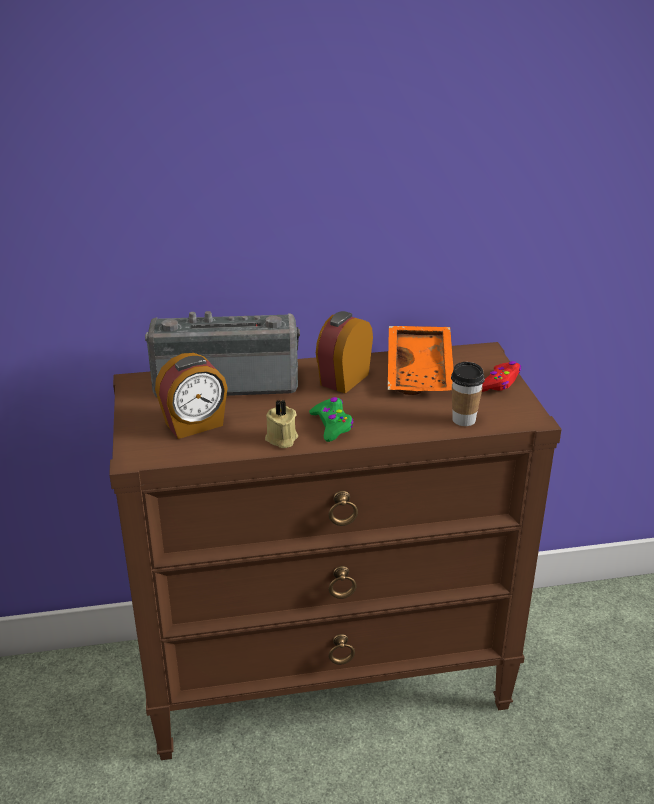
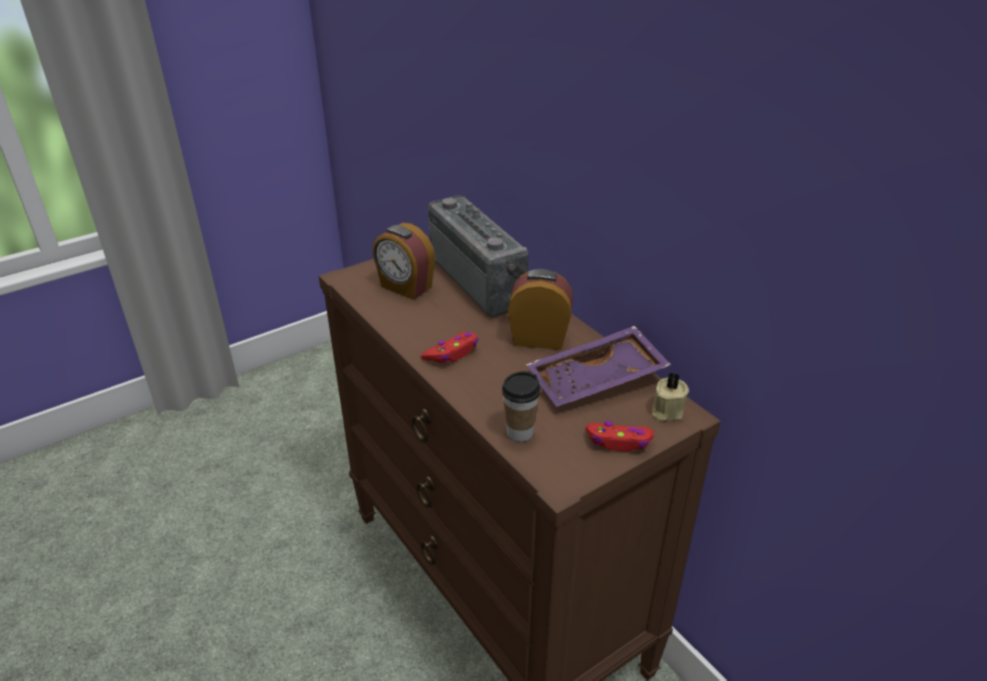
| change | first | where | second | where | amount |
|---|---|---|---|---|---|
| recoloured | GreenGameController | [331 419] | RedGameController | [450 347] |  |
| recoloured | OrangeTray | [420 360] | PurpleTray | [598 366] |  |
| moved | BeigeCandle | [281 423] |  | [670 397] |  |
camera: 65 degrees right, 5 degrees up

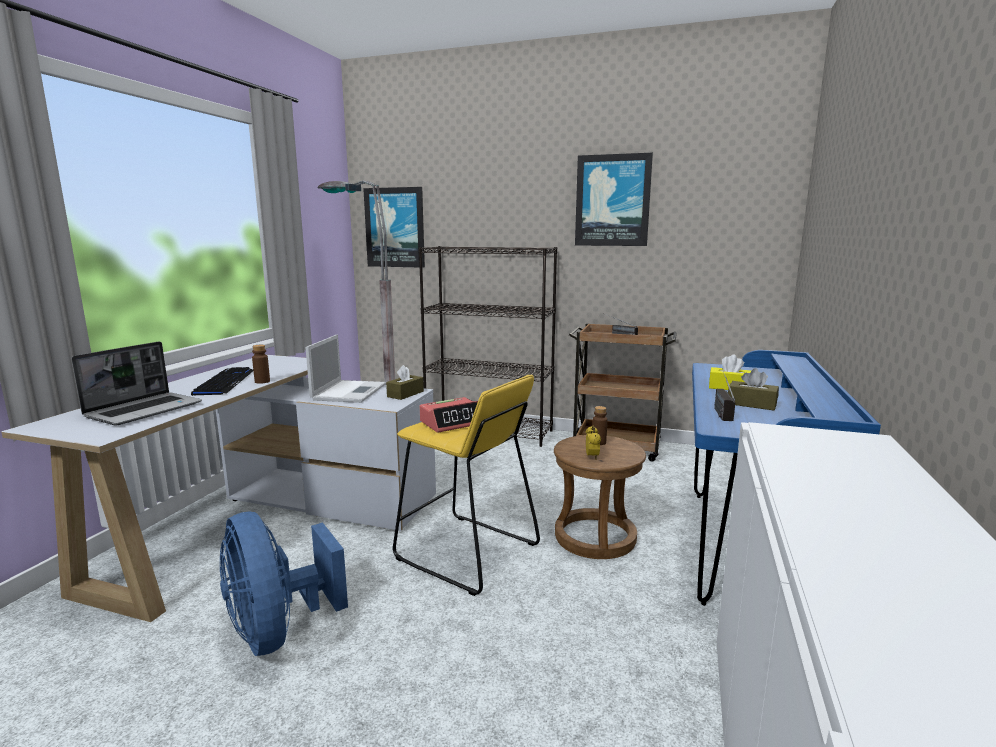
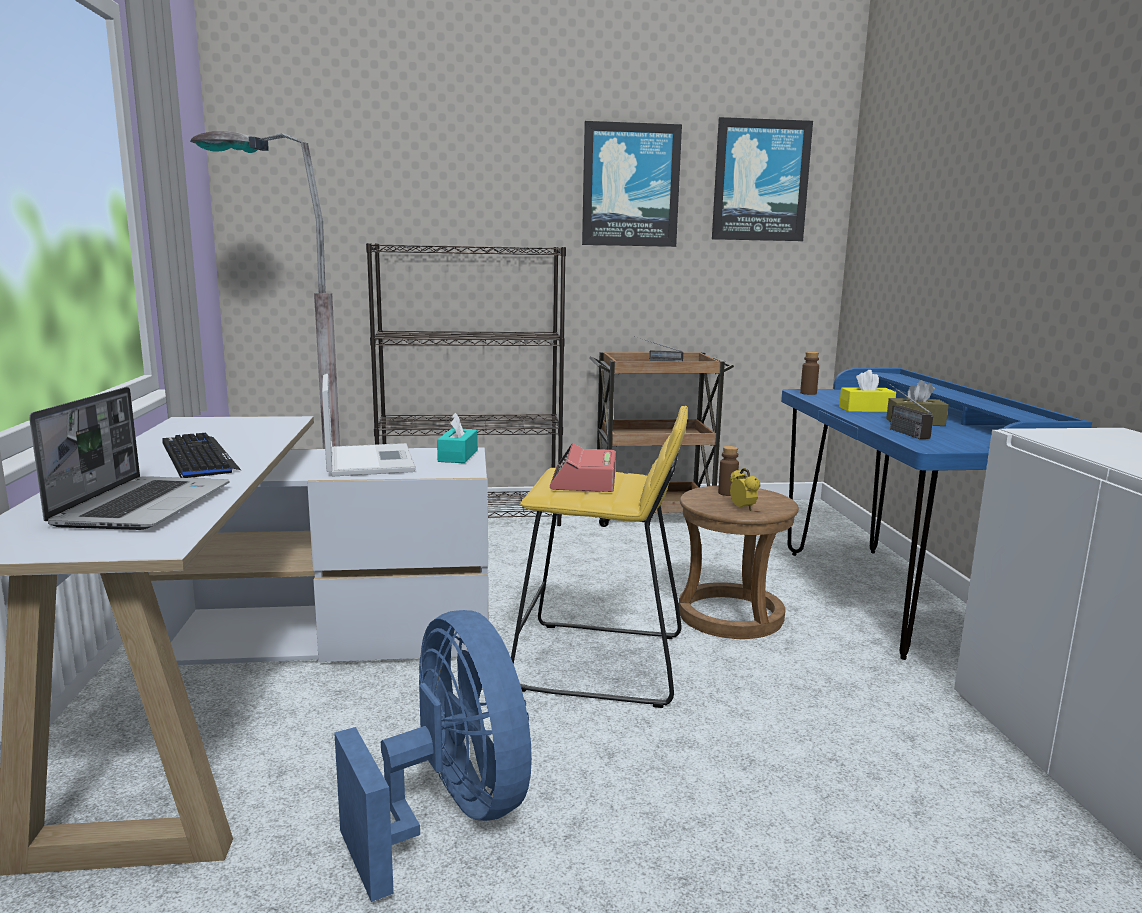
| change | first | where | second | where | amount |
|---|---|---|---|---|---|
| turned | BlueFan | [284 584] |  | [433 756] | 150 degrees counterclockwise |
| recoloured | BrownTissueBox | [405 382] | TurquoiseTissueBox | [457 437] |  |
| turned | AlarmClock | [449 415] |  | [583 467] | 150 degrees clockwise |
| moved | Picture | [394 227] |  | [762 179] |  |
| moved | BrownBottle | [261 364] |  | [809 373] |  |
camera: 25 degrees left, 0 degrees up

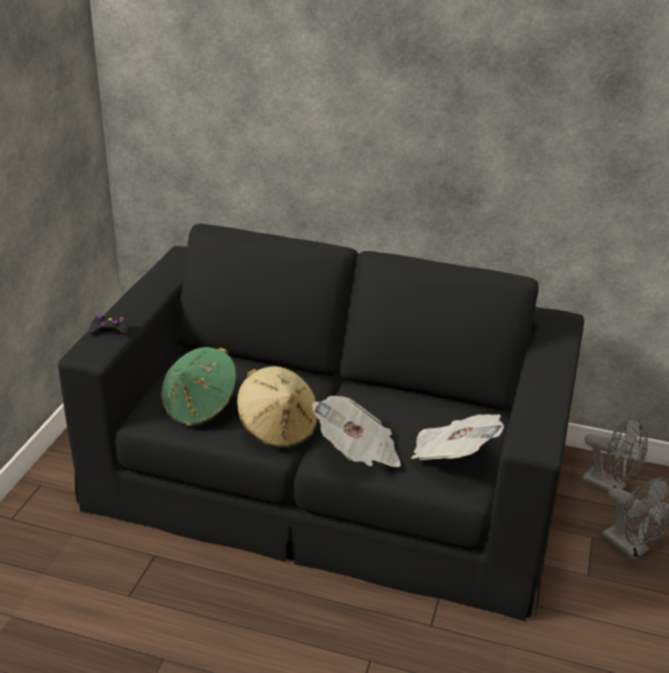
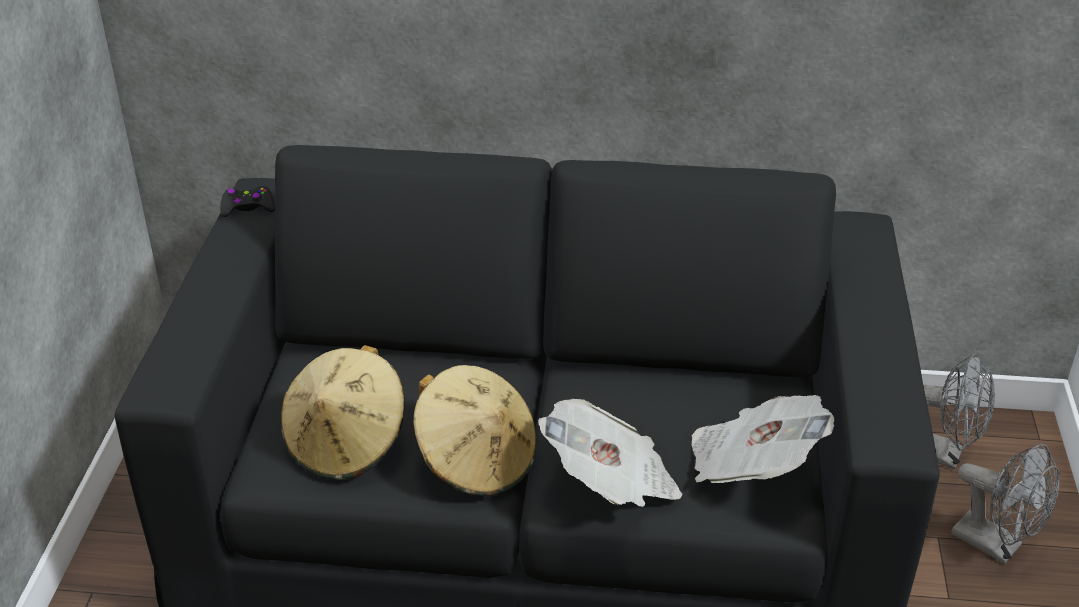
| change | first | where | second | where | amount |
|---|---|---|---|---|---|
| moved | BlackGameController | [108 325] |  | [247 201] |  |
| recoloured | GreenHat | [199 387] | BeigeHat | [343 412] |  |
camera: 10 degrees left, 5 degrees up

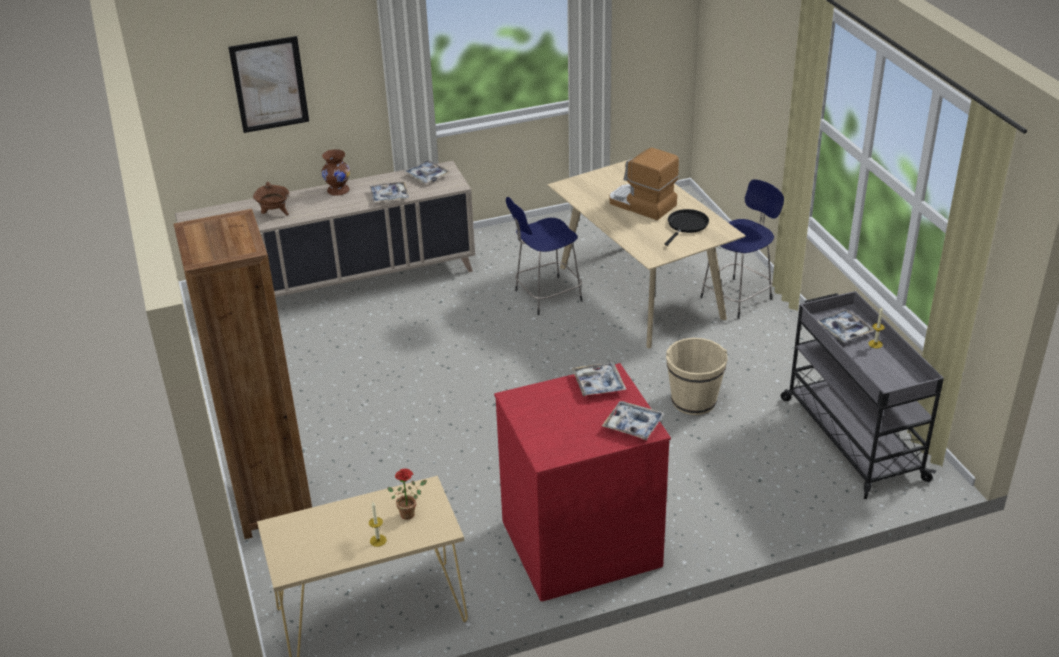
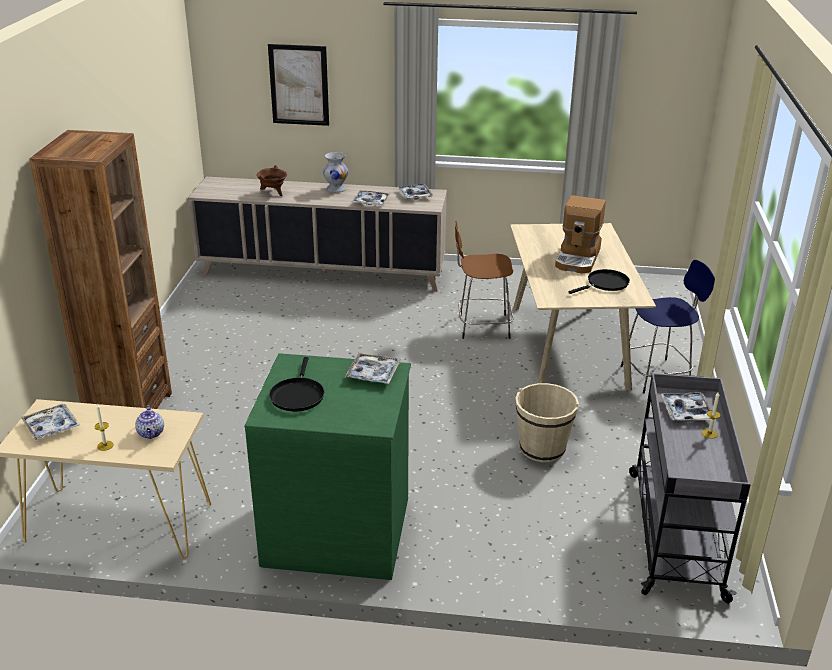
| change | first | where | second | where | amount |
|---|---|---|---|---|---|
| moved | Tray | [633 420] |  | [50 422] |  |
| replaced | PottedPlant | [407 494] | Teapot | [149 422] |  |
| recoloured | RedDresser | [582 482] | GreenDresser | [327 466] |  |
| added |  |  | BlackFryingPan | [296 384] |  |
| recoloured | BrownVase | [335 172] | WhiteVase | [335 172] |  |
| recoloured | BlueStool | [544 256] | BrownStool | [484 280] |  |
| turned | CoffeeMachine | [644 183] |  | [580 234] | 135 degrees counterclockwise |
camera: 25 degrees right, 5 degrees down

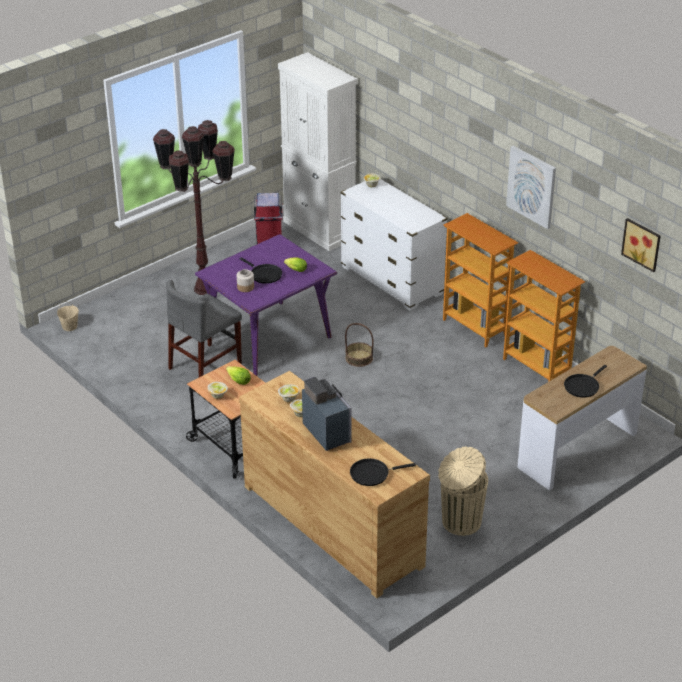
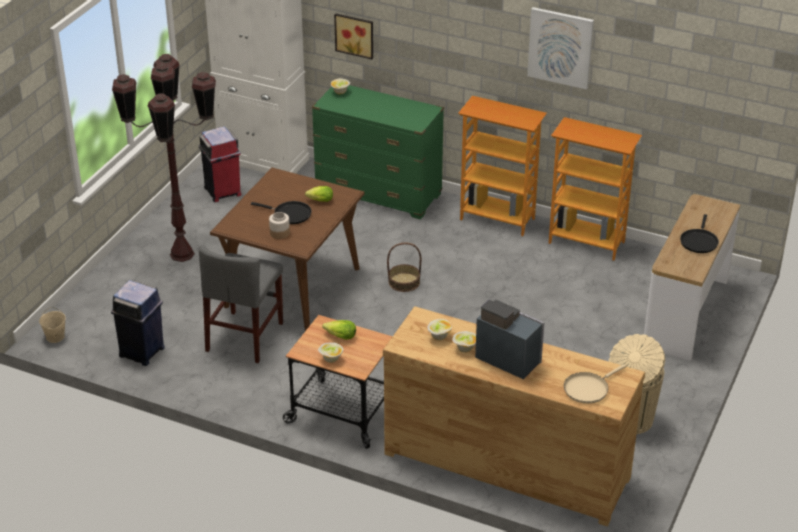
| change | first | where | second | where | amount |
|---|---|---|---|---|---|
| added |  |  | BlueTrashCan | [138 323] |  |
| recoloured | PurpleDiningTable | [266 305] | BrownDiningTable | [287 249] |  |
| recoloured | WhiteDresser | [394 245] | GreenDresser | [378 152] |  |
| moved | Picture | [640 245] |  | [353 36] |  |
| recoloured | BlackFryingPan | [383 472] | BeigeFryingPan | [595 384] |  |
camera: 25 degrees left, 0 degrees up

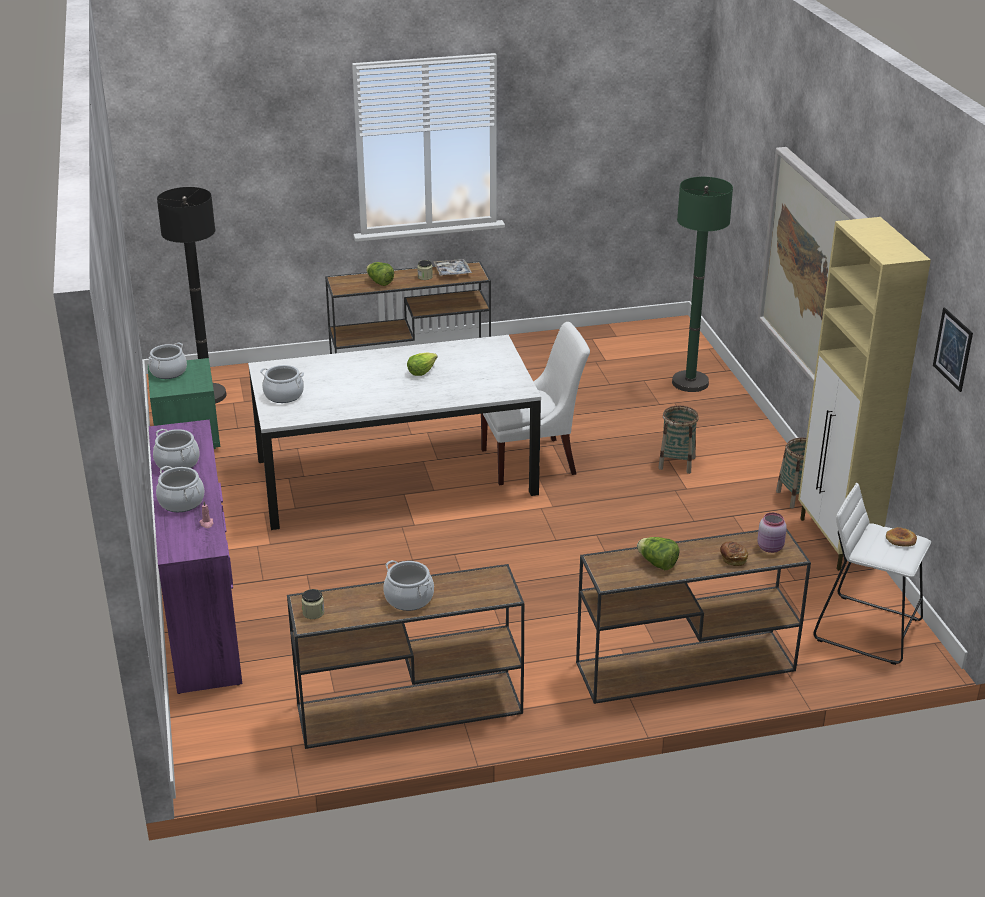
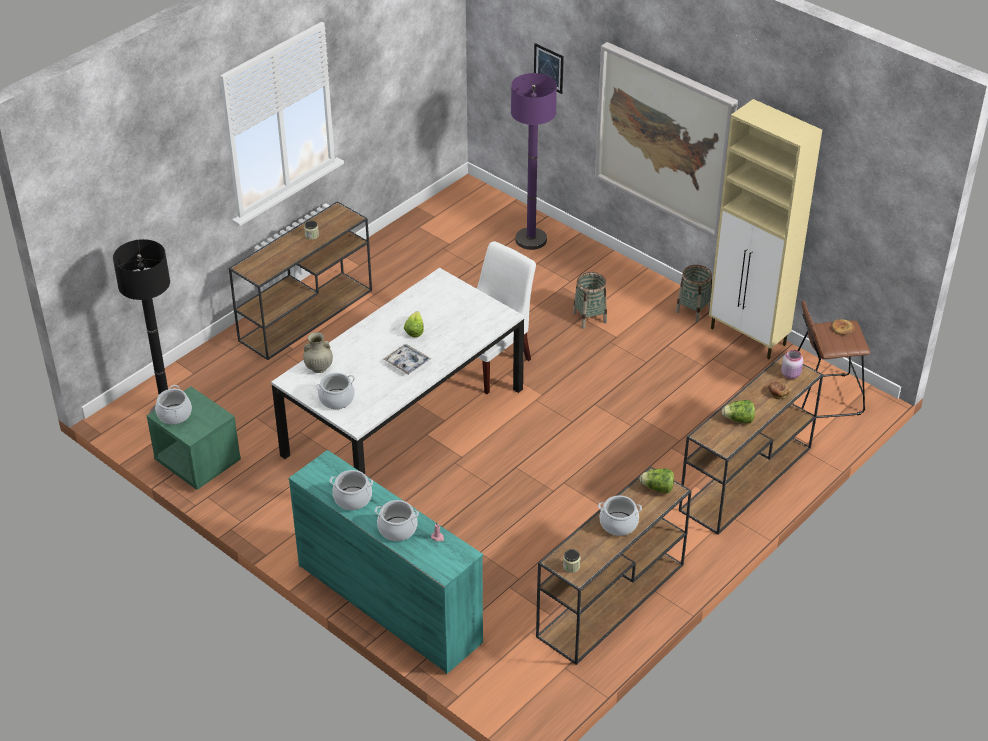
| change | first | where | second | where | amount |
|---|---|---|---|---|---|
| recoloured | PurpleDresser | [195 556] | TurquoiseDresser | [386 562] |  |
| added |  |  | BeigeVase | [318 352] |  |
| moved | Tray | [453 267] |  | [407 359] |  |
| recoloured | GreenFloorLamp | [702 284] | PurpleFloorLamp | [534 161] |  |
| moved | Picture | [953 350] |  | [549 68] |  |
| moved | Lettuce | [380 274] |  | [657 481] |  |
| recoloured | WhiteStool | [872 574] | BrownStool | [833 359] |  |
camera: 35 degrees left, 10 degrees up

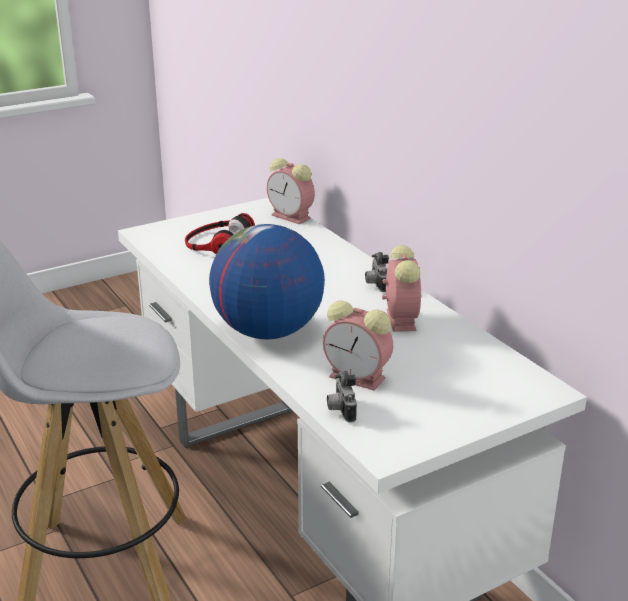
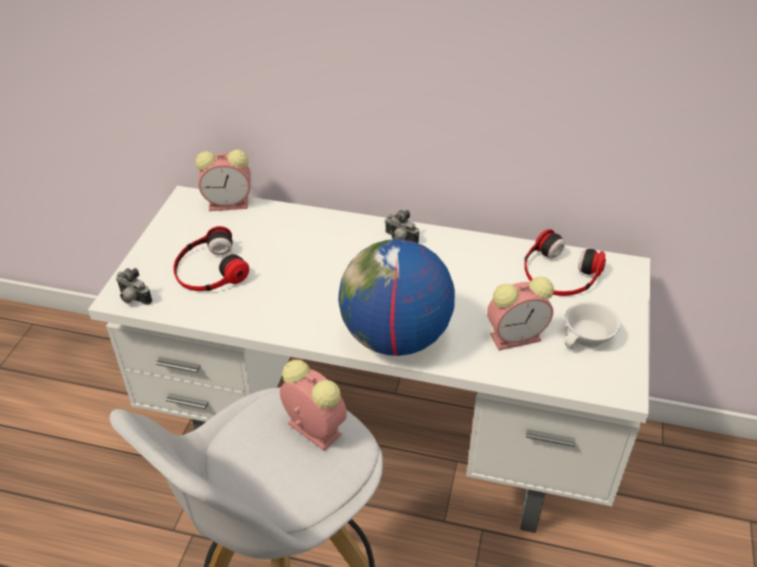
| change | first | where | second | where | amount |
|---|---|---|---|---|---|
| moved | PhotoCamera | [342 397] |  | [134 286] |  |
| moved | AlarmClock | [401 288] |  | [313 405] |  |
| added |  |  | Headphones | [565 262] |  |
| added |  |  | WhiteCup | [592 325] |  |
camera: 45 degrees left, 15 degrees up

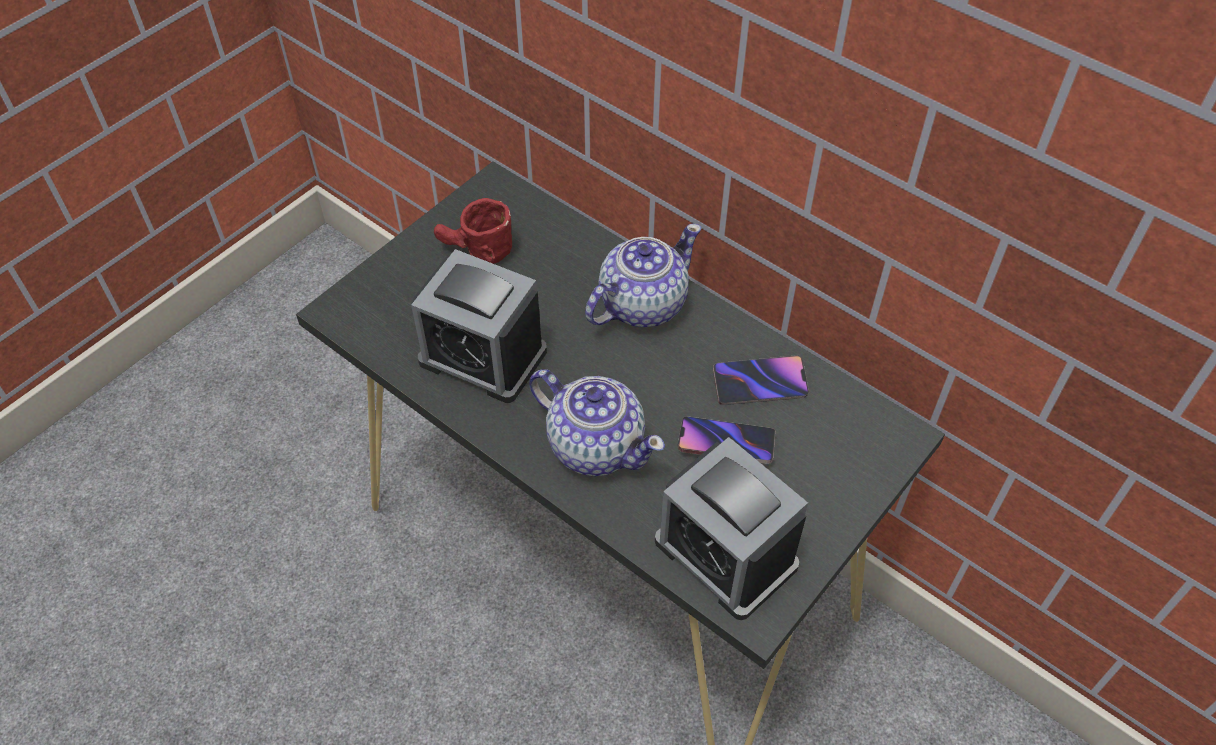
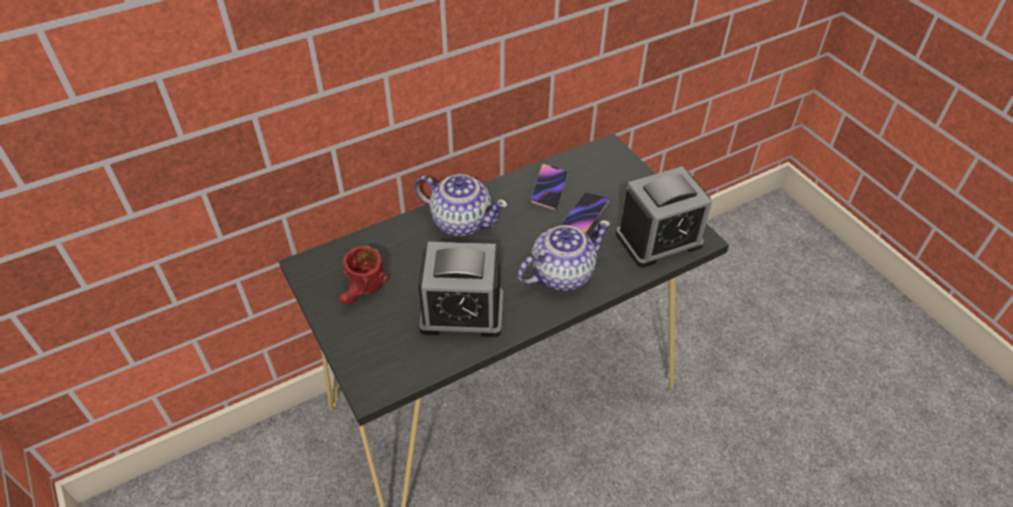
| change | first | where | second | where | amount |
|---|---|---|---|---|---|
| turned | Teapot | [643 275] |  | [461 205] | 135 degrees clockwise |
| turned | AlarmClock | [479 326] |  | [460 289] | 45 degrees clockwise |
camera: 70 degrees left, 5 degrees down

